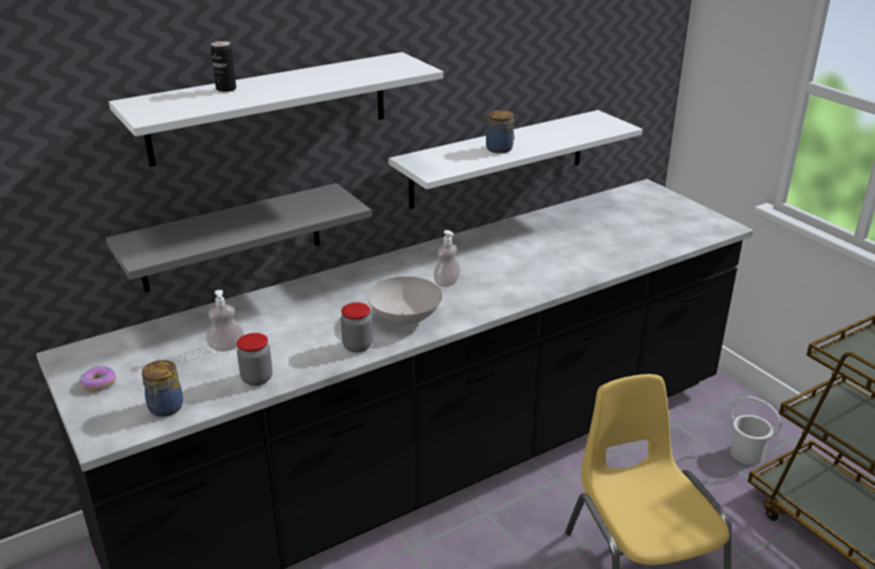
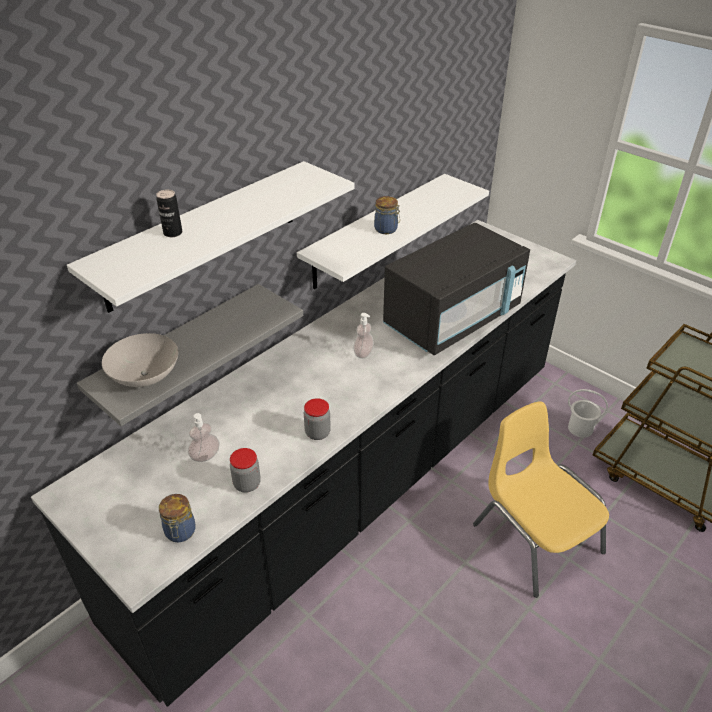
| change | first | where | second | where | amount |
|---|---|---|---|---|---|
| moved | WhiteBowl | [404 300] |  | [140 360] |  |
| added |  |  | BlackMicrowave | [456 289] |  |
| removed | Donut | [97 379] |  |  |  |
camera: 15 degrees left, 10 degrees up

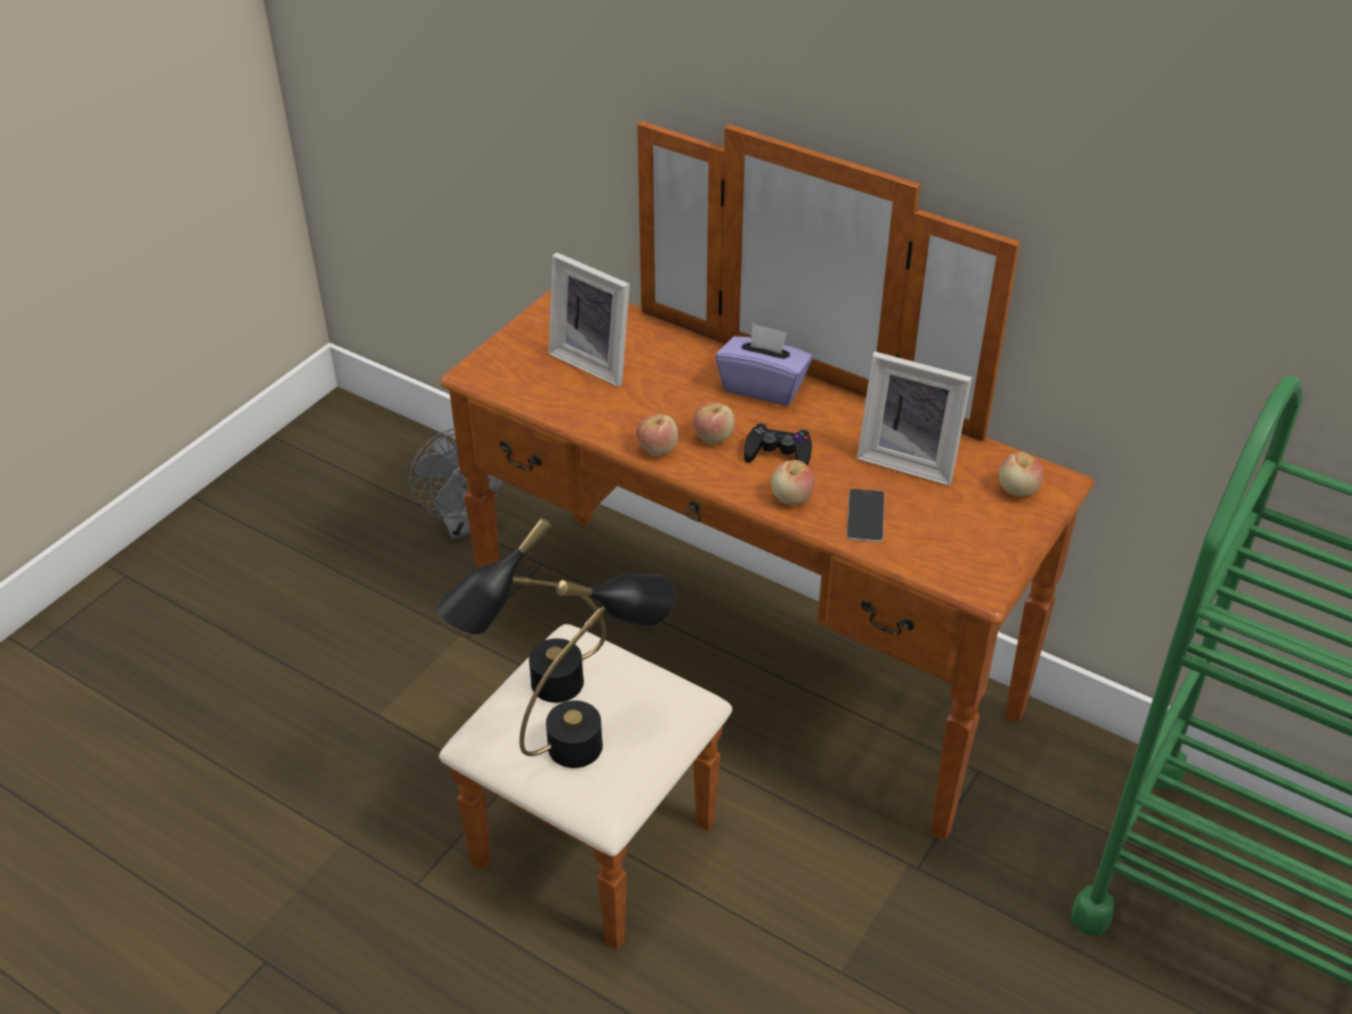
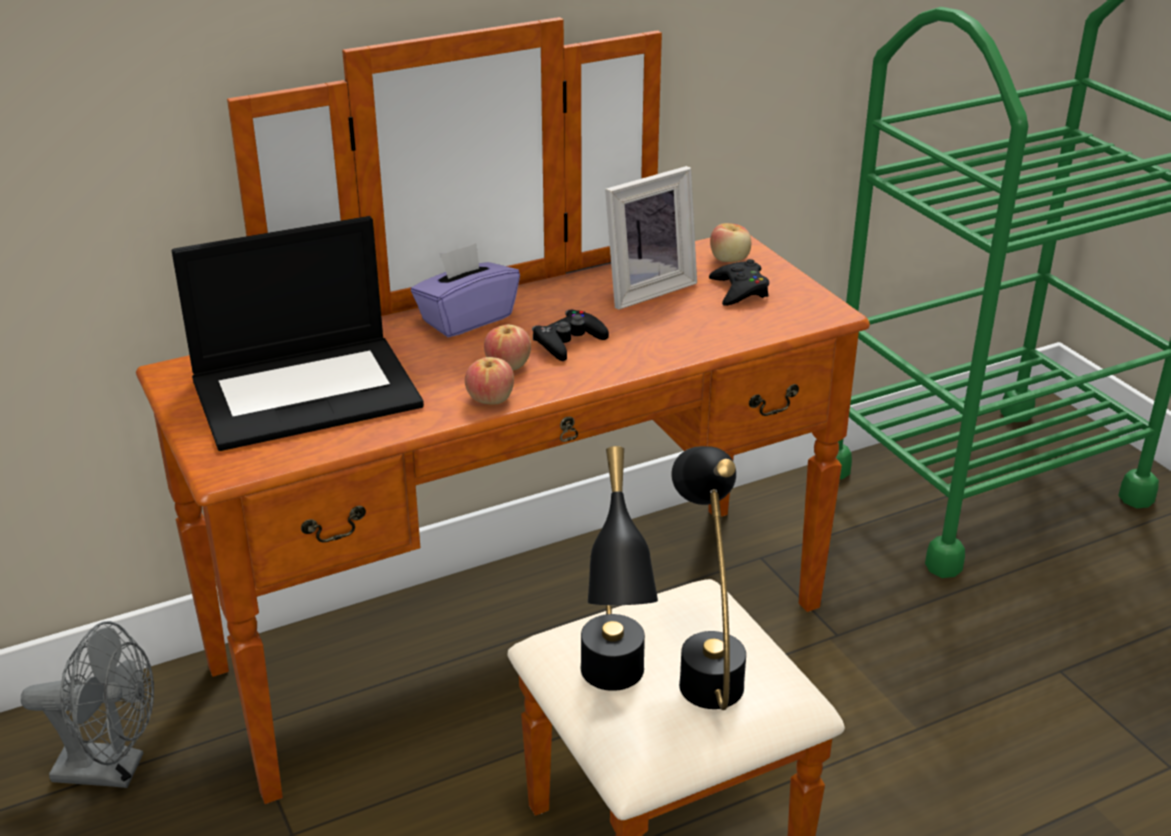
| change | first | where | second | where | amount |
|---|---|---|---|---|---|
| replaced | PictureFrame | [589 320] | Laptop | [298 333] |  |
| added |  |  | BlackGameController | [739 282] |  |
| removed | Apple | [793 482] |  |  |  |
| removed | Phone | [866 515] |  |  |  |
camera: 60 degrees left, 10 degrees down

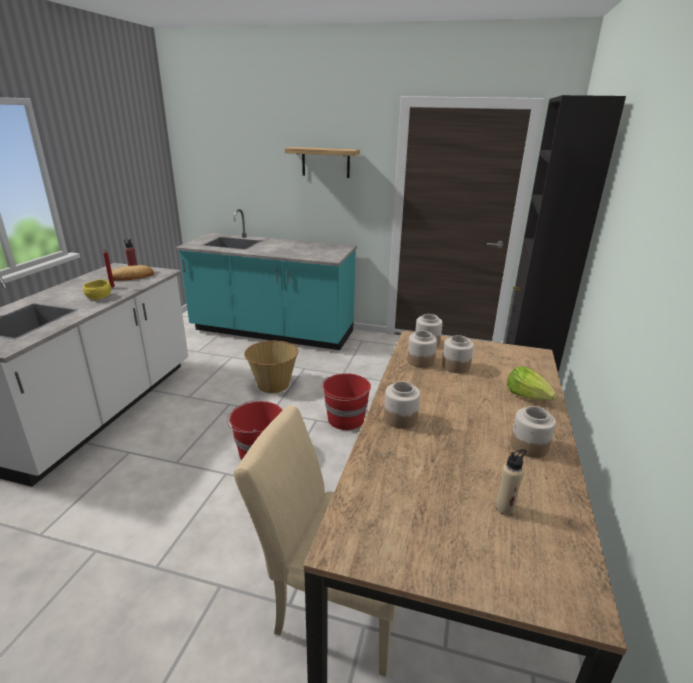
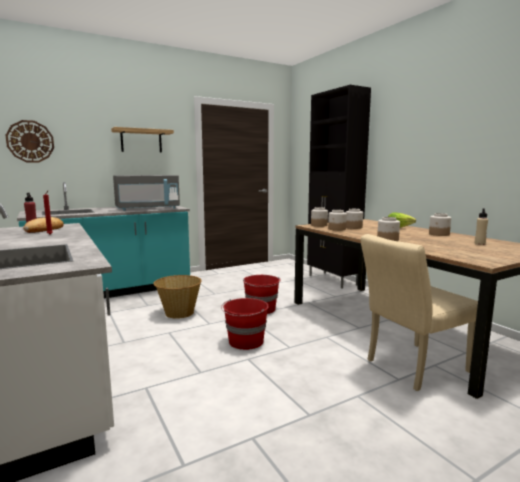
| change | first | where | second | where | amount |
|---|---|---|---|---|---|
| added |  |  | WallClock | [29 141] |  |
| added |  |  | GreyMicrowave | [146 193] |  |
| removed | YellowBowl | [97 289] |  |  |  |
camera: 45 degrees left, 15 degrees down

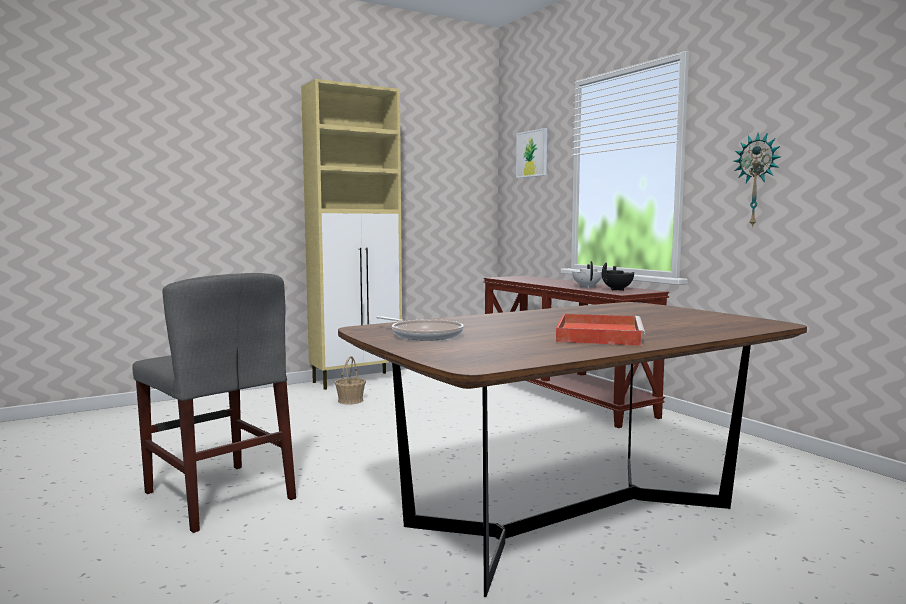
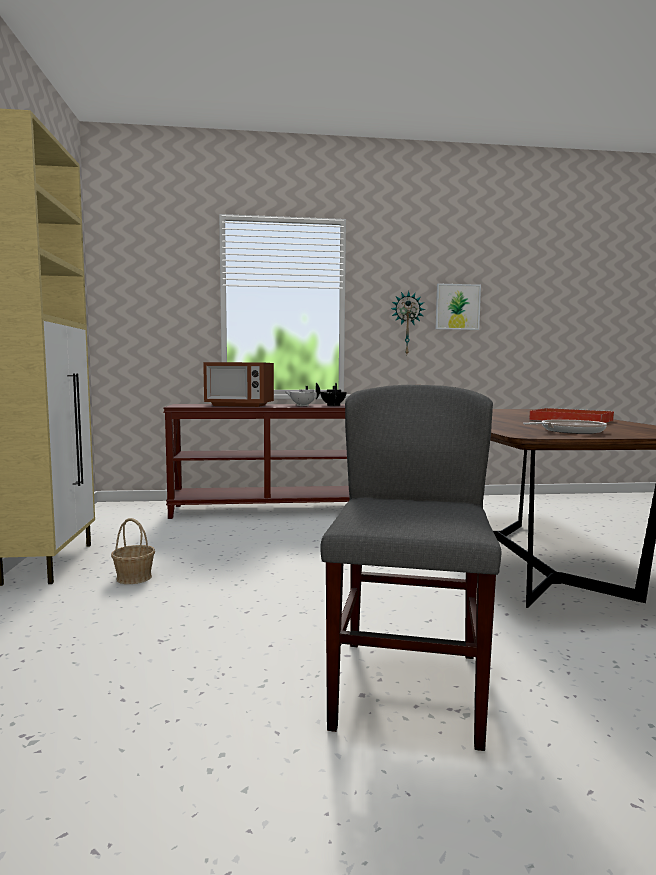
| change | first | where | second | where | amount |
|---|---|---|---|---|---|
| added |  |  | Microwave | [238 384] |  |
| turned | GreyChair | [214 403] |  | [410 568] | 60 degrees counterclockwise |
| moved | Picture | [531 153] |  | [458 307] |  |
camera: 65 degrees left, 0 degrees up

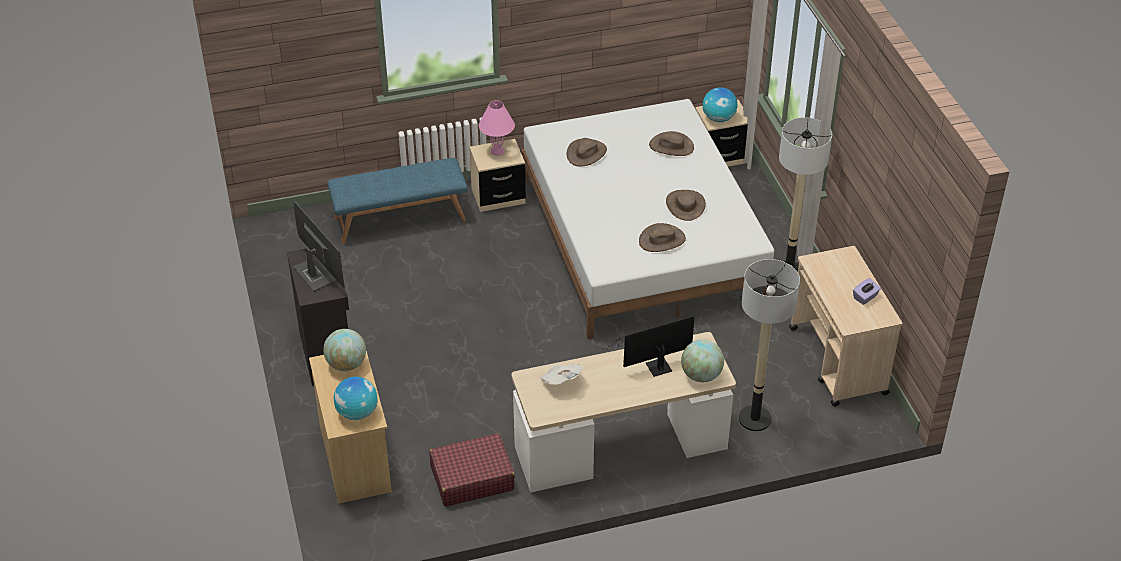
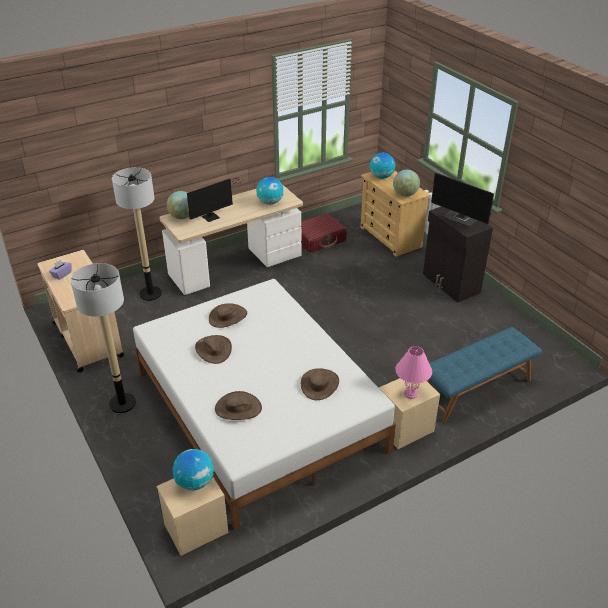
| change | first | where | second | where | amount |
|---|---|---|---|---|---|
| replaced | Newspaper | [561 374] | Globe | [270 190] |  |
camera: 165 degrees right, 5 degrees down

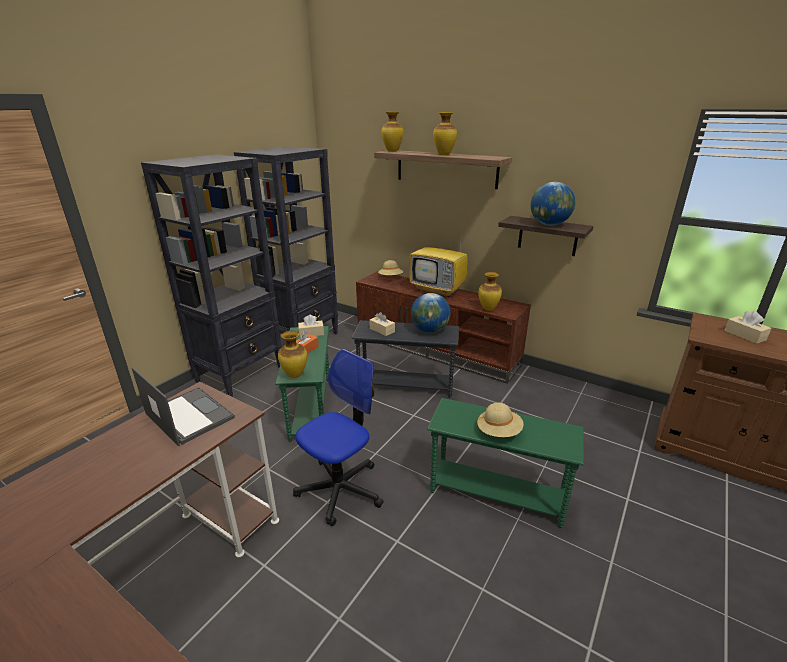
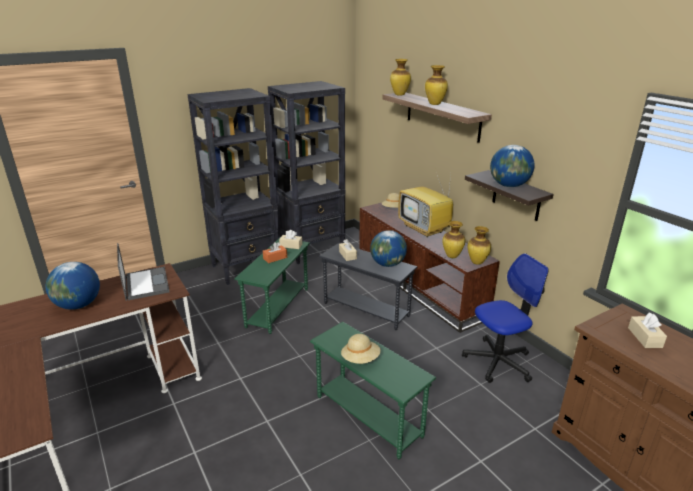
| change | first | where | second | where | amount |
|---|---|---|---|---|---|
| added |  |  | Globe | [73 286] |  |
| moved | OfficeChair | [338 437] |  | [505 318] |  |
| moved | Vase | [292 354] |  | [479 245] |  |
camera: 25 degrees right, 0 degrees up

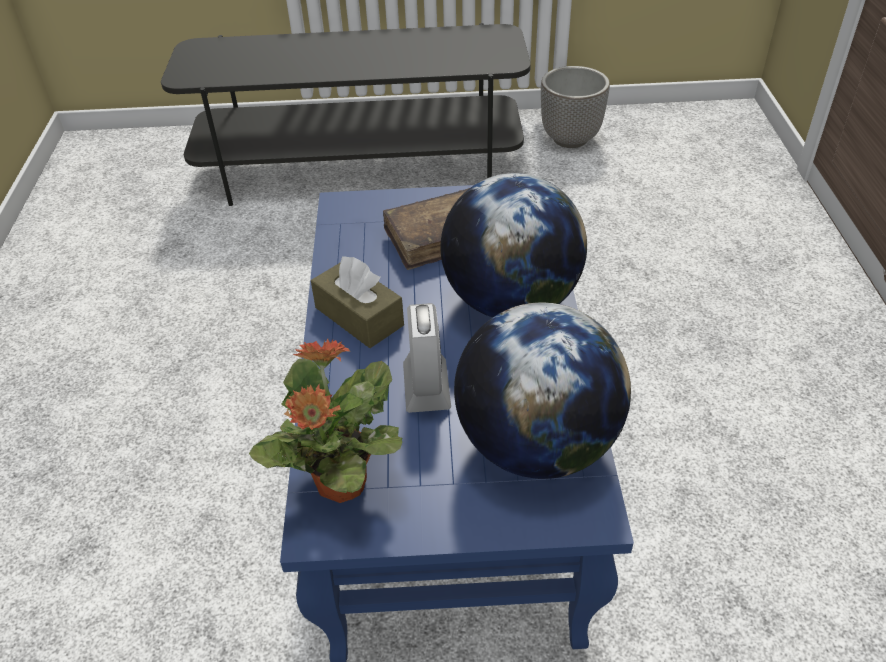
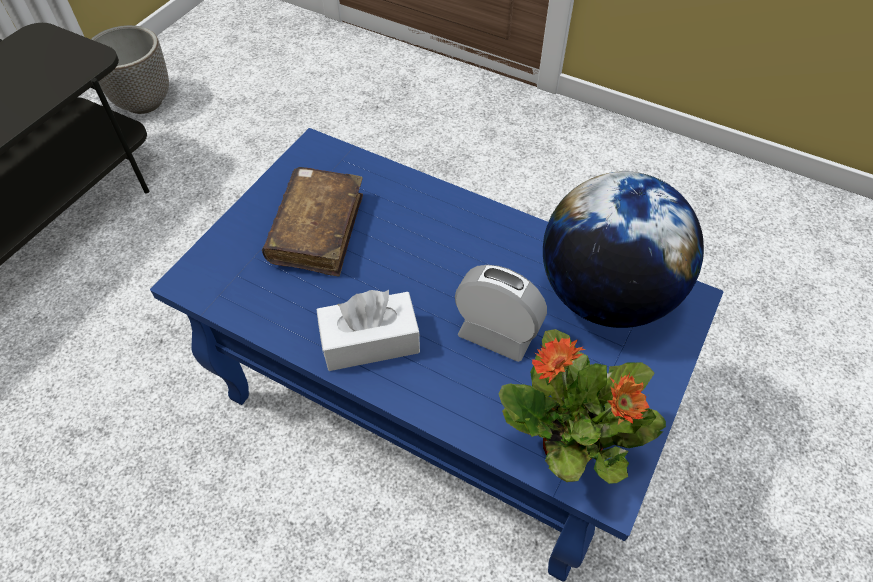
| change | first | where | second | where | amount |
|---|---|---|---|---|---|
| recoloured | BrownTissueBox | [357 302] | WhiteTissueBox | [368 330] |  |
| removed | Globe | [514 245] |  |  |  |
camera: 60 degrees left, 10 degrees up

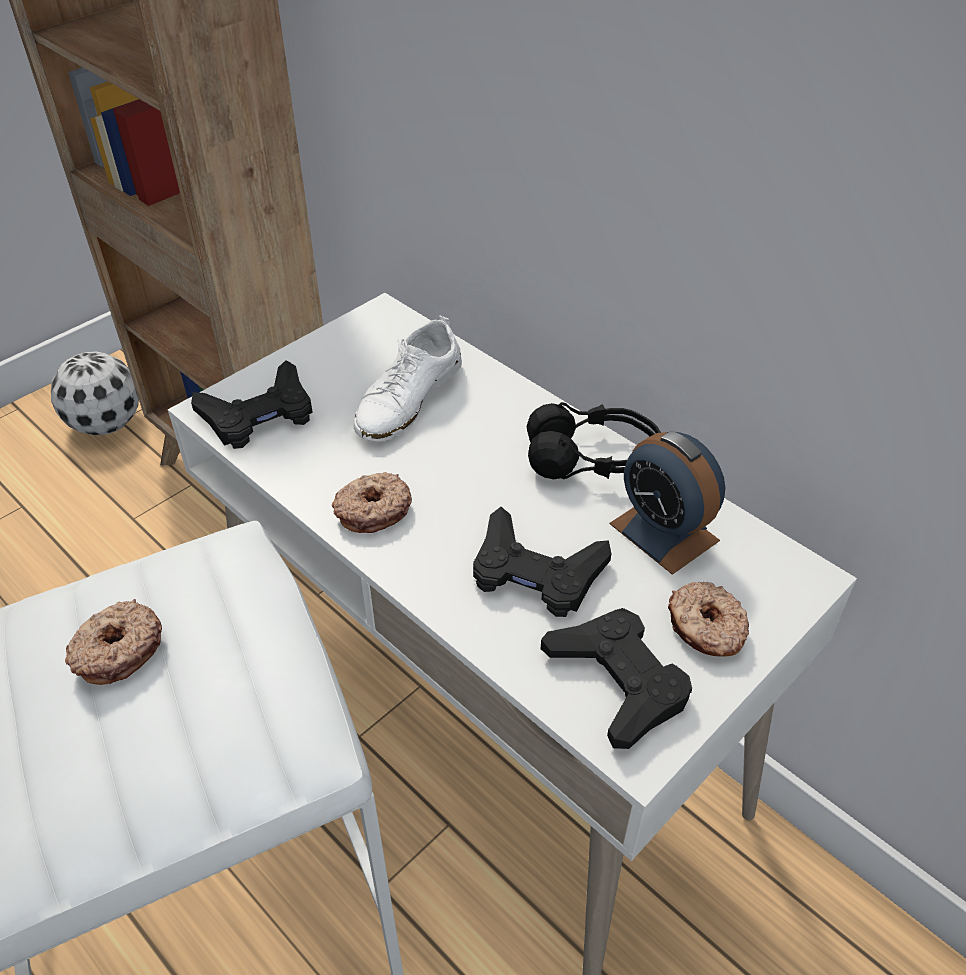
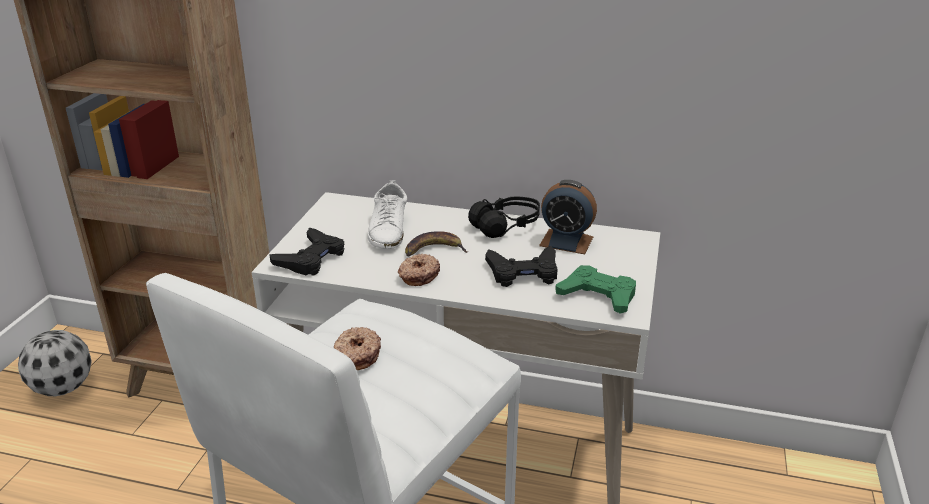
| change | first | where | second | where | amount |
|---|---|---|---|---|---|
| added |  |  | Banana | [436 243] |  |
| recoloured | BlackGameController | [616 678] | GreenGameController | [595 289] |  |
| removed | Donut | [708 619] |  |  |  |
camera: 30 degrees left, 15 degrees down

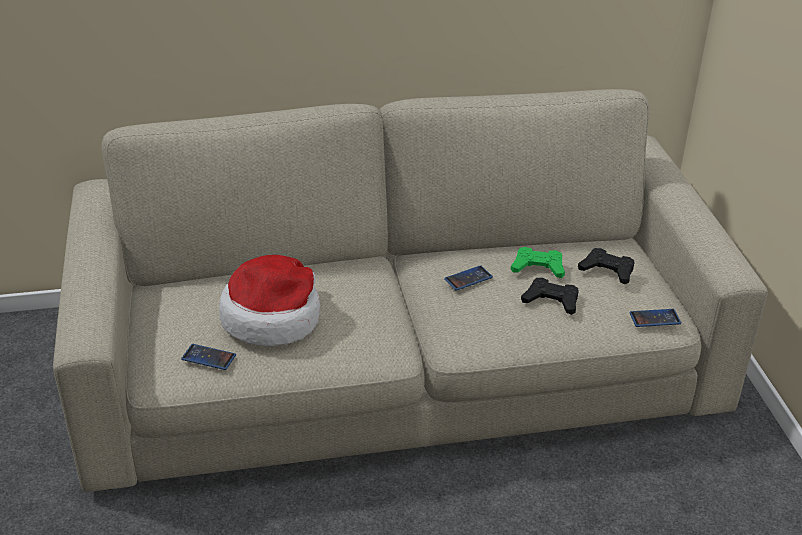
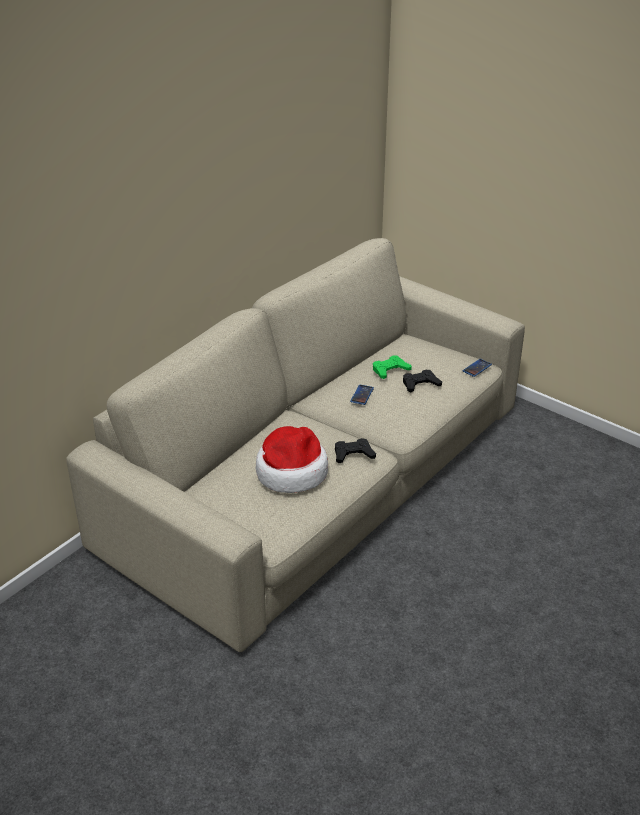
| change | first | where | second | where | amount |
|---|---|---|---|---|---|
| moved | BlackGameController | [606 266] |  | [355 450] |  |
| removed | Phone | [208 357] |  |  |  |
camera: 40 degrees left, 0 degrees up

